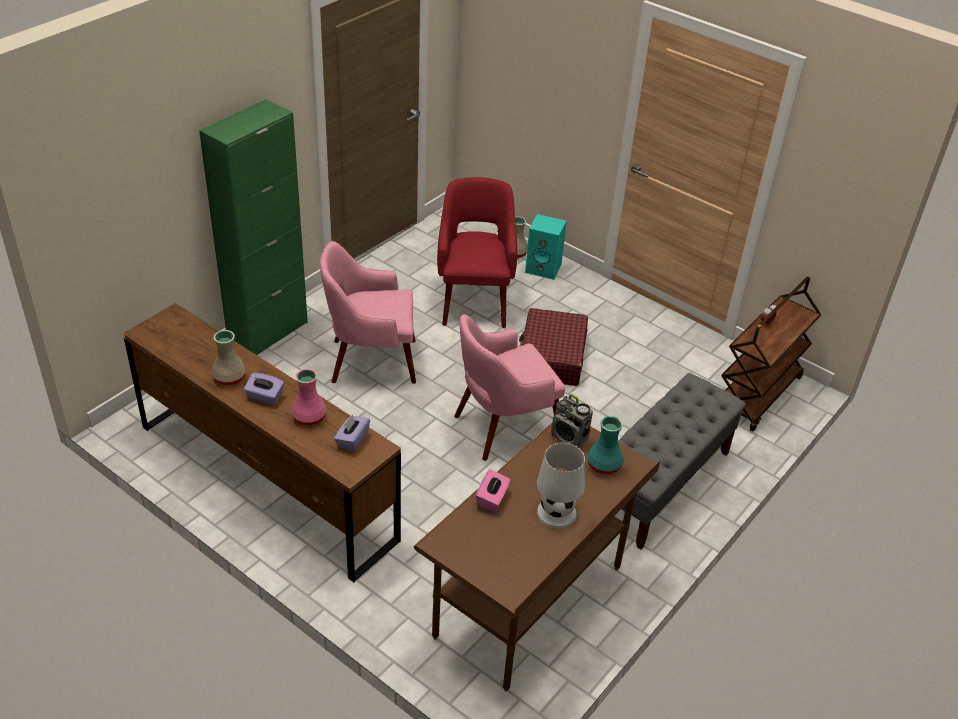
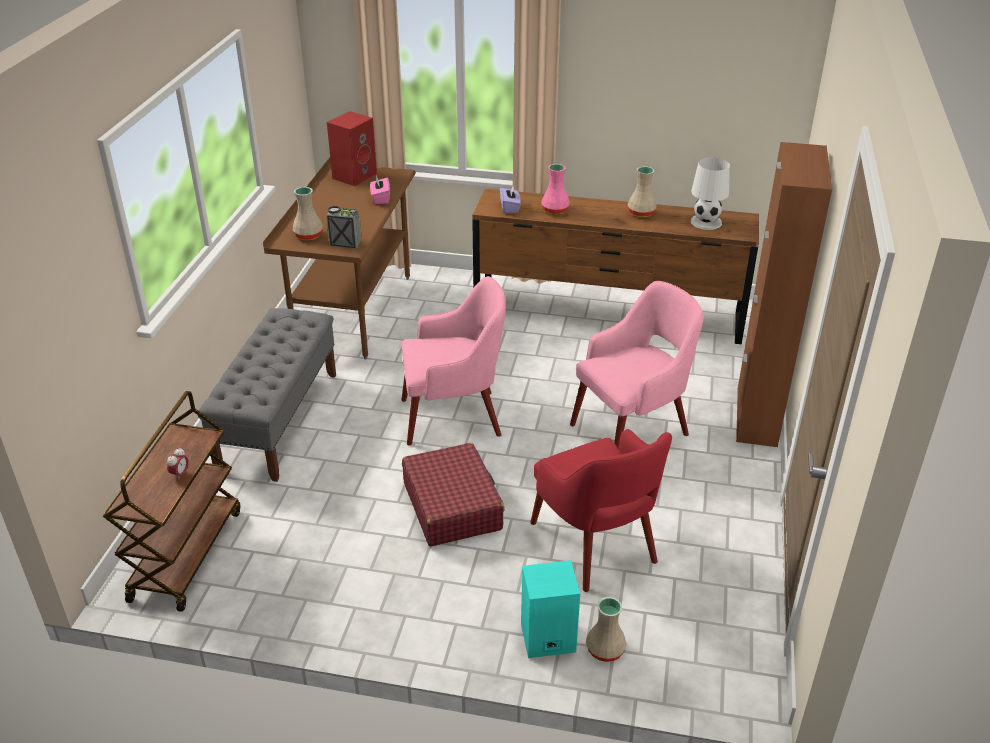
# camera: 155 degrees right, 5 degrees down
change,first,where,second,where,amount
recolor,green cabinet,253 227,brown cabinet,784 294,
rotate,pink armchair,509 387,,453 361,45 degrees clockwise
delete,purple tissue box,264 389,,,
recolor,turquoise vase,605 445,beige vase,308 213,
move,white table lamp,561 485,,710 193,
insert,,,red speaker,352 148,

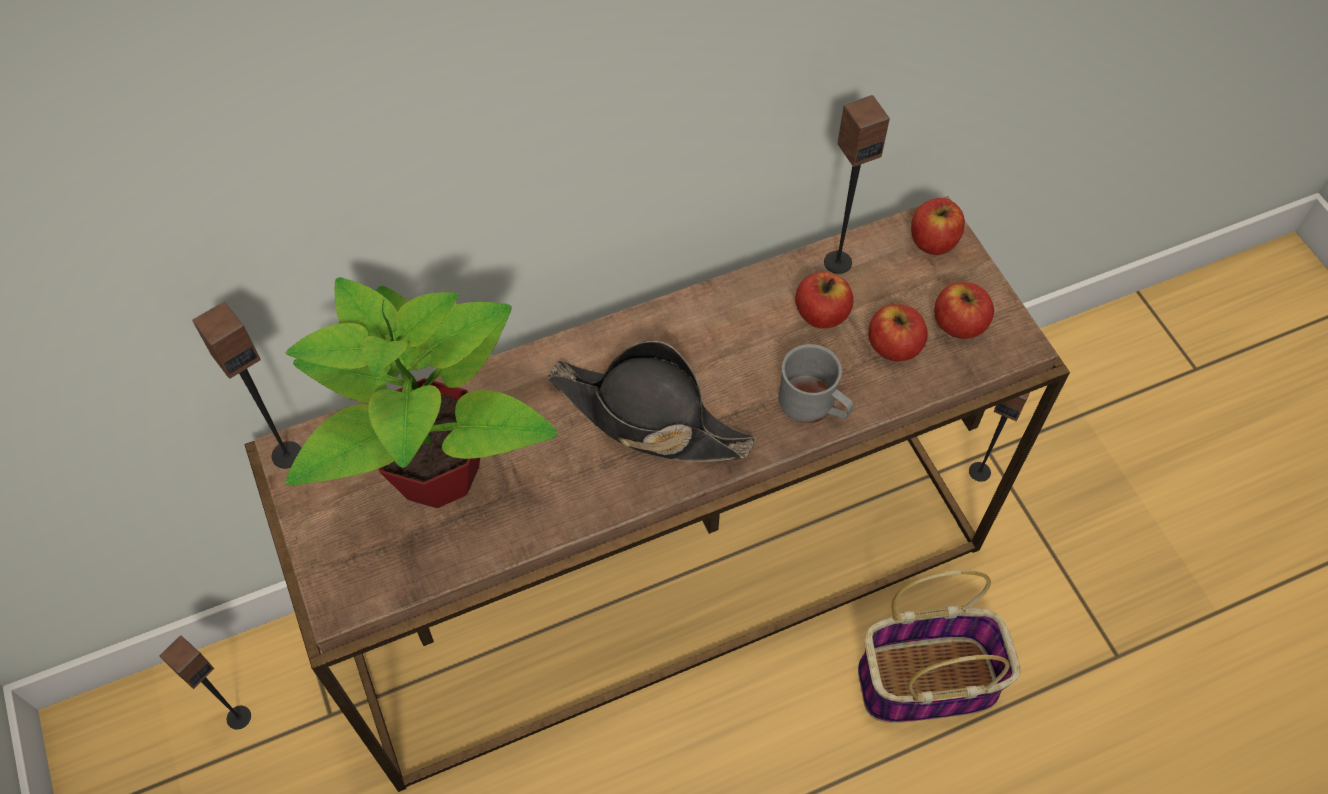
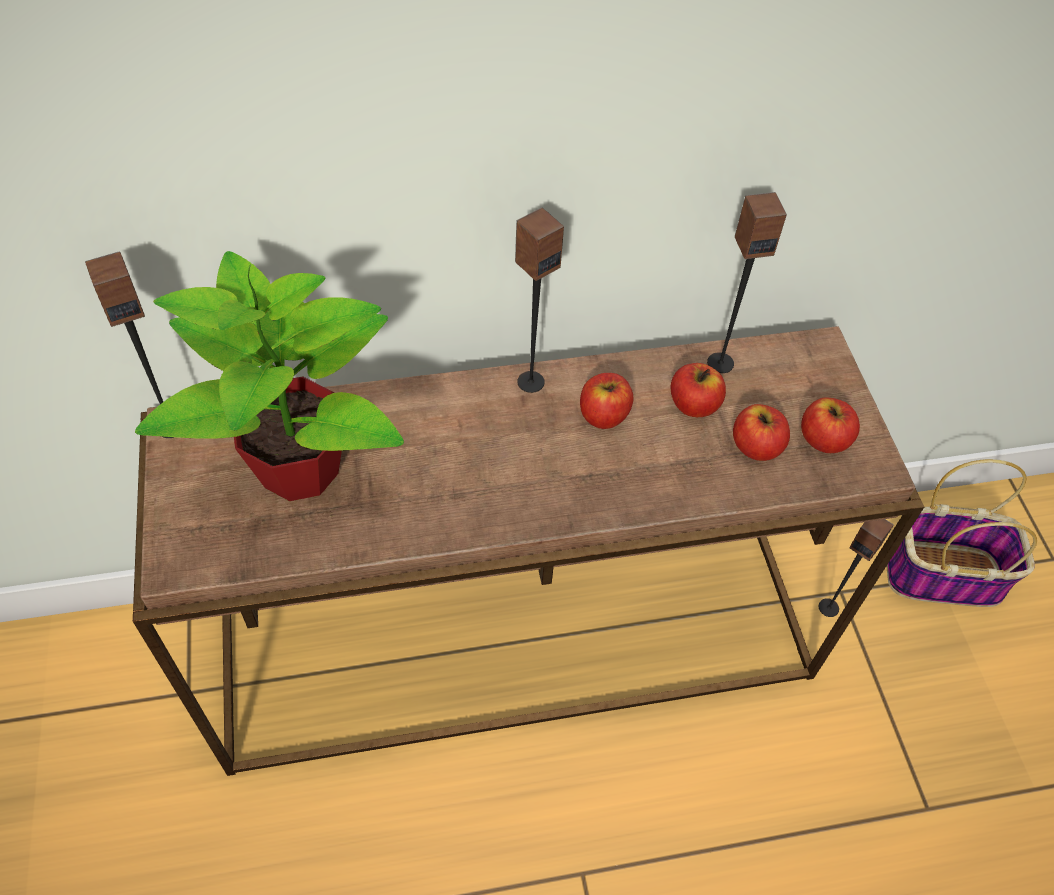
# camera: 10 degrees right, 5 degrees down
change,first,where,second,where,amount
move,apple,938 226,,606 401,
delete,black hat,652 401,,,
delete,grey mug,816 383,,,
move,basket,939 646,,961 533,
move,speaker,205 682,,539 300,

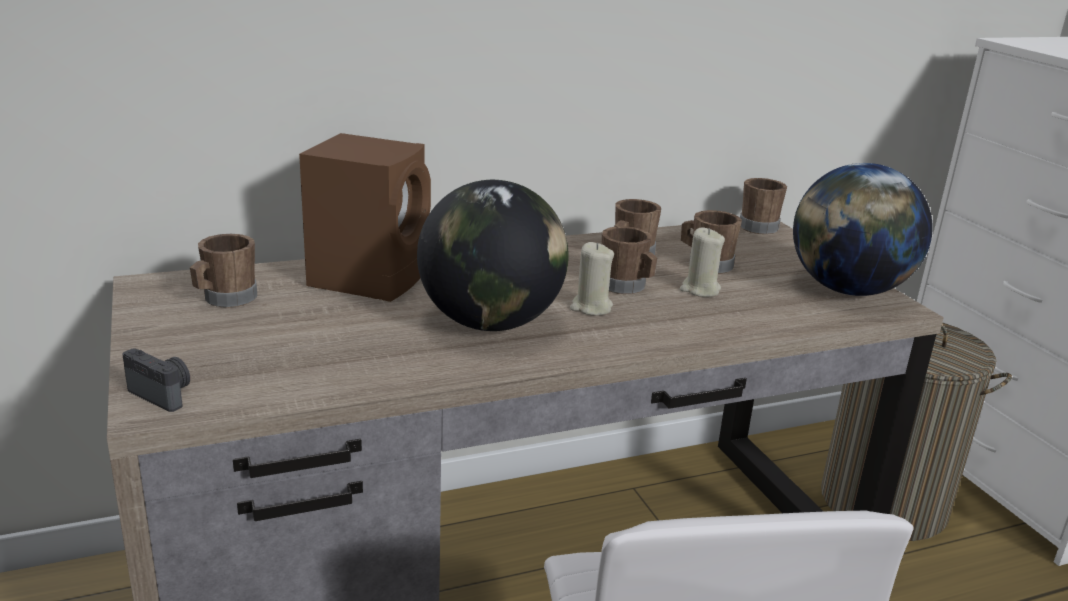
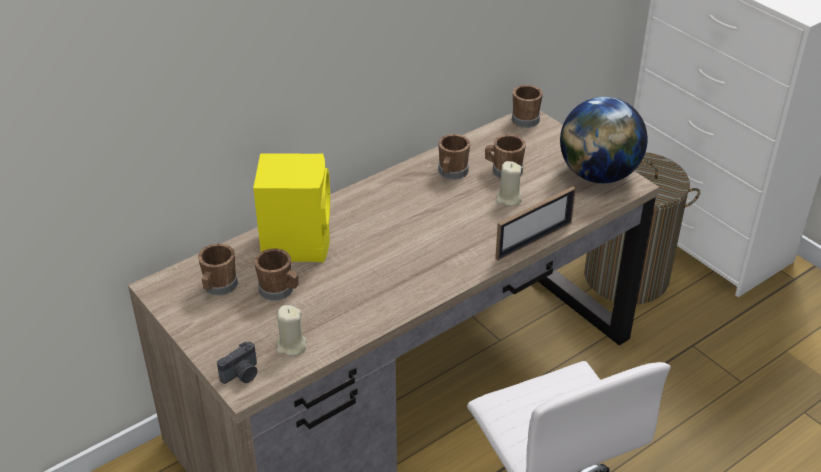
# camera: 15 degrees left, 15 degrees up
change,first,where,second,where,amount
recolor,brown speaker,365 217,yellow speaker,291 207,
delete,globe,493 255,,,
move,brown mug,630 260,,276 274,
move,beige candle,592 279,,292 330,
rotate,photo camera,156 380,,237 363,120 degrees clockwise
insert,,,picture frame,535 224,

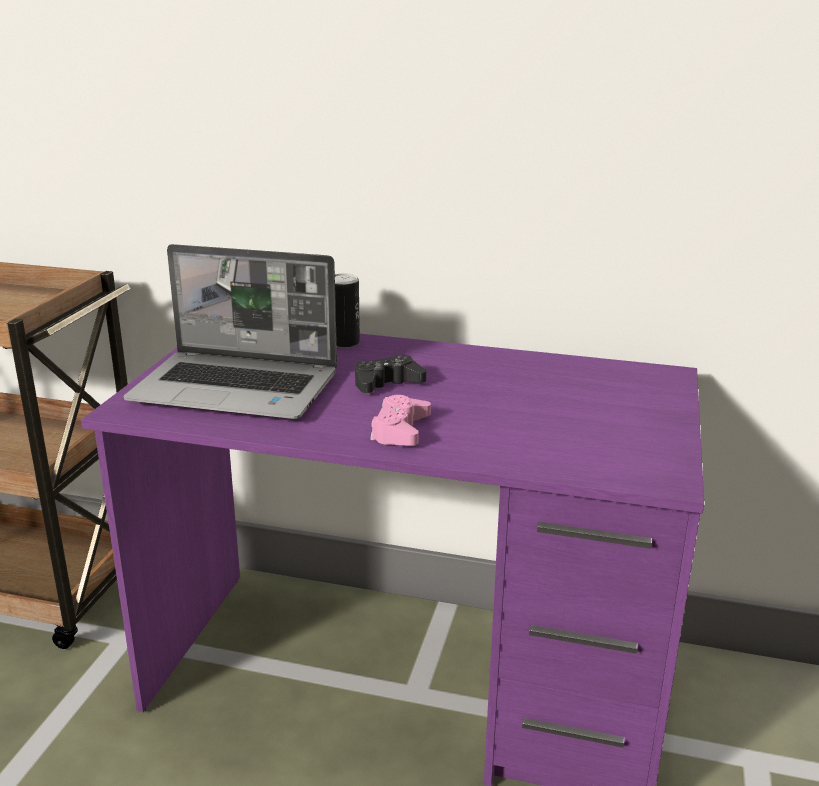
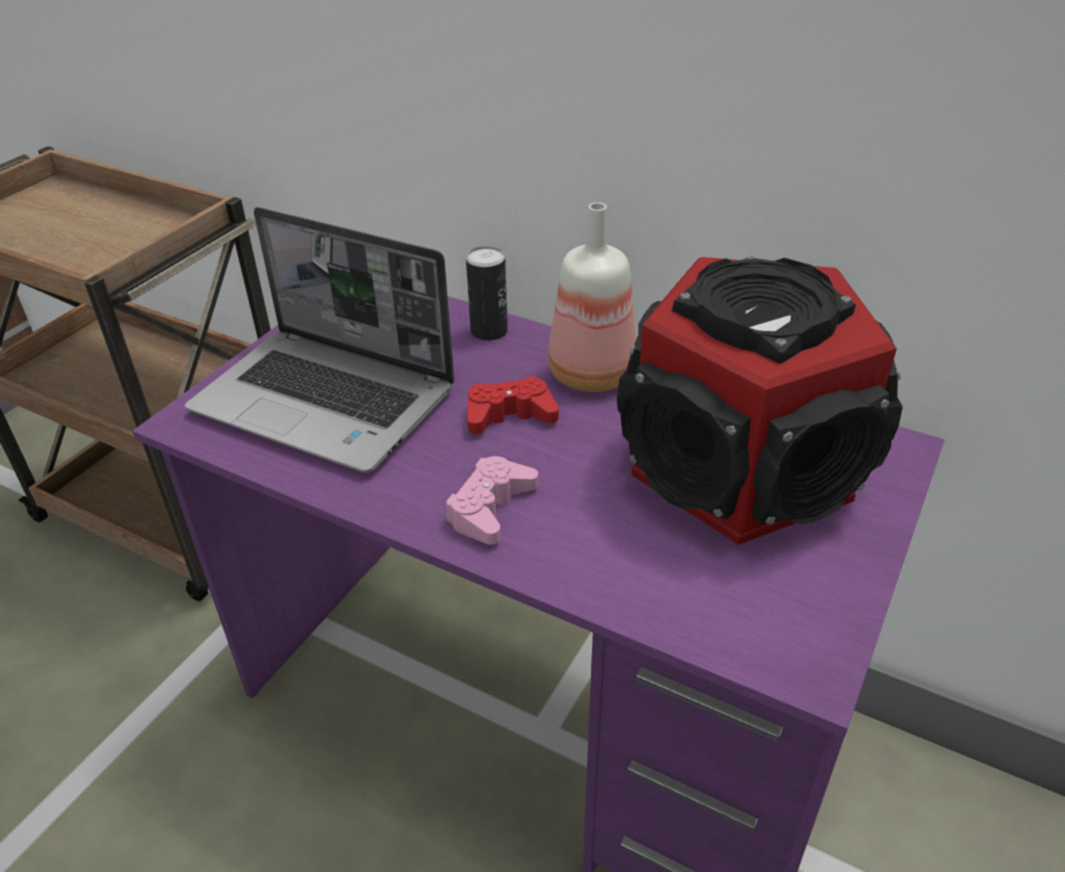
# camera: 15 degrees right, 15 degrees up
change,first,where,second,where,amount
recolor,black game controller,390 374,red game controller,513 405,
insert,,,bottle,592 297,
insert,,,speaker,760 400,

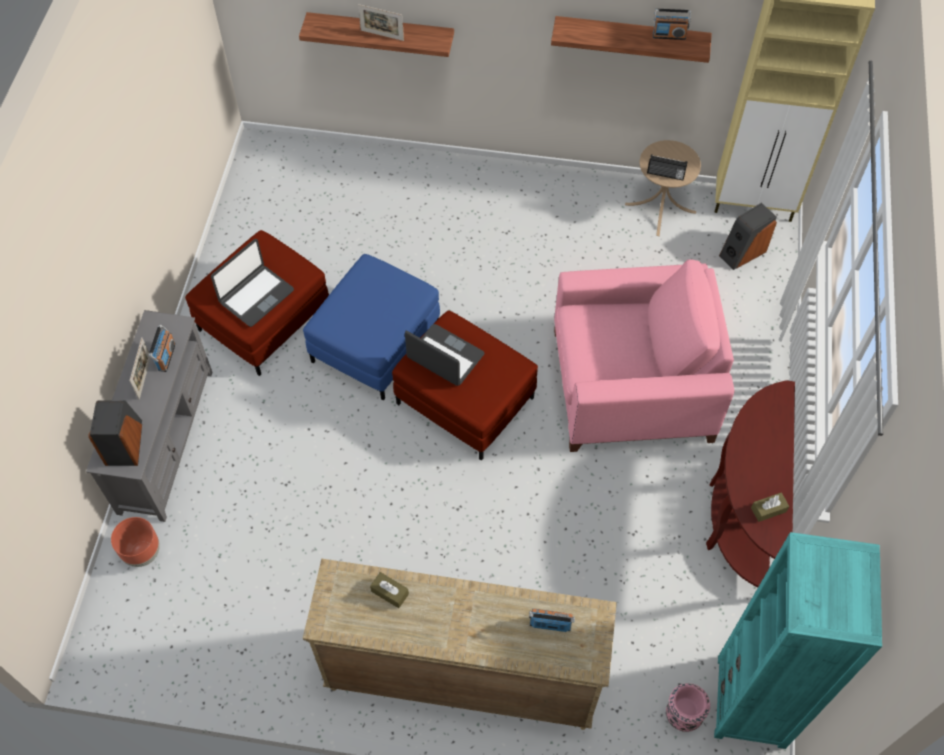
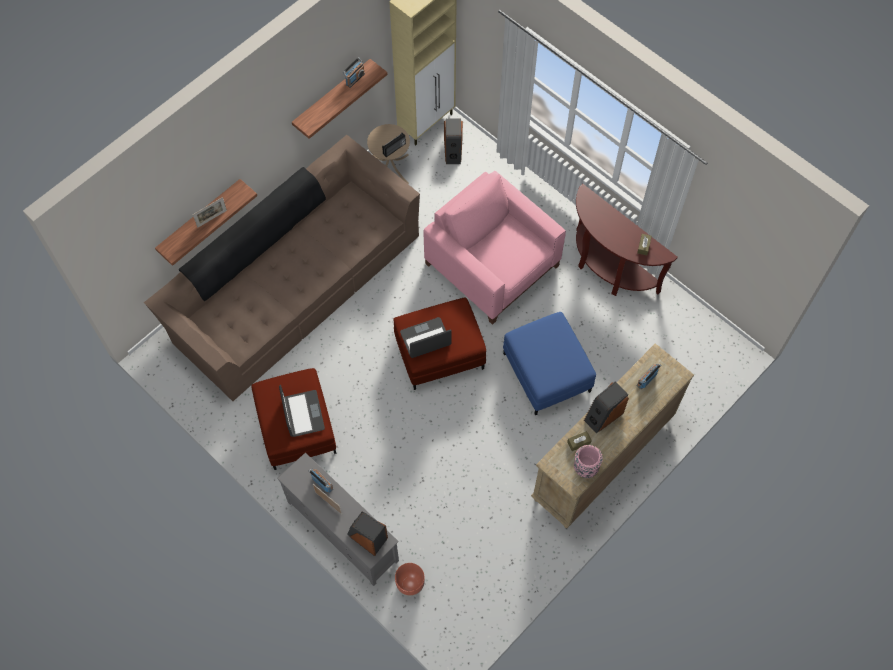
# camera: 55 degrees left, 5 degrees up
change,first,where,second,where,amount
move,blue ottoman,371 327,,549 363,
rotate,pink armchair,644 355,,494 248,75 degrees counterclockwise
delete,turquoise bookcase,798 640,,,
move,pink vase,688 707,,588 461,
insert,,,brown sofa,282 268,
insert,,,speaker,606 407,

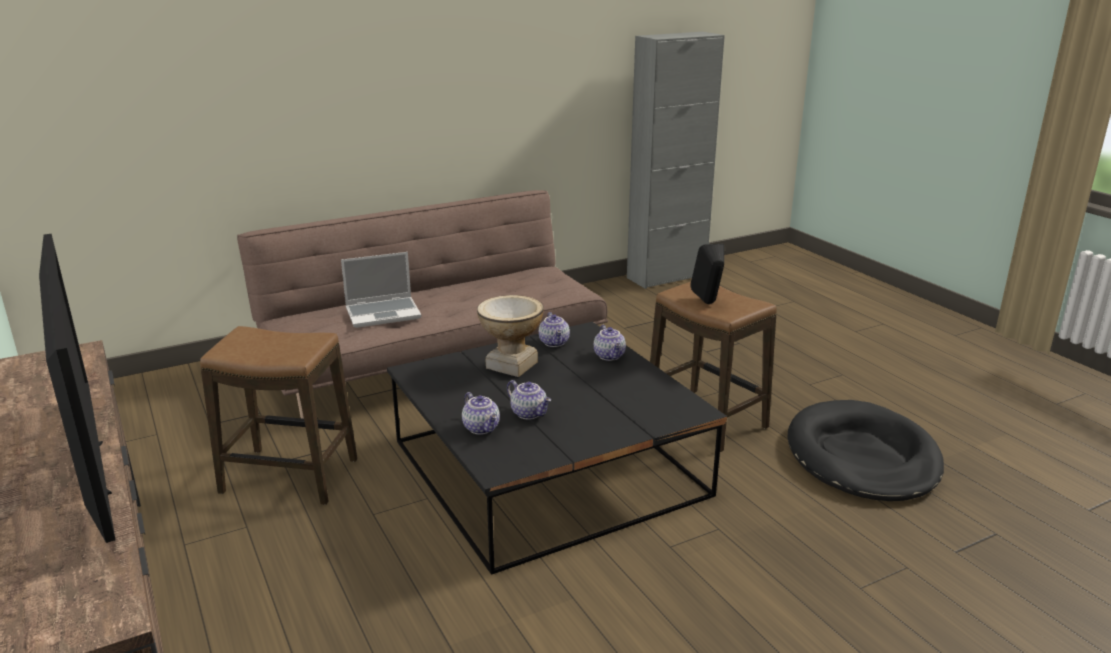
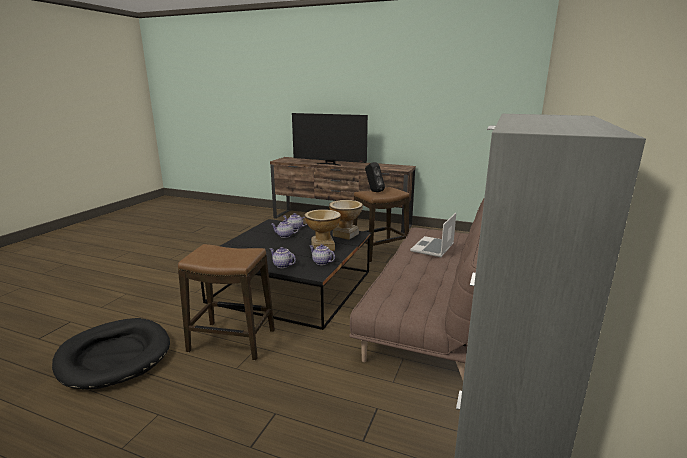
# camera: 140 degrees right, 5 degrees down
change,first,where,second,where,amount
move,black speaker,707 274,,375 177,
insert,,,vase,346 220,

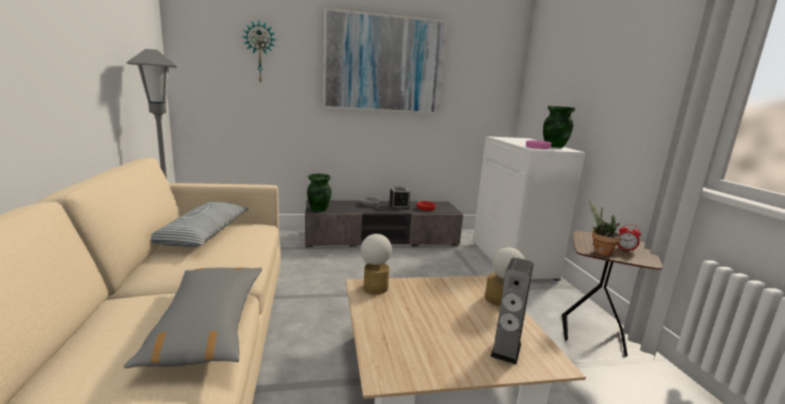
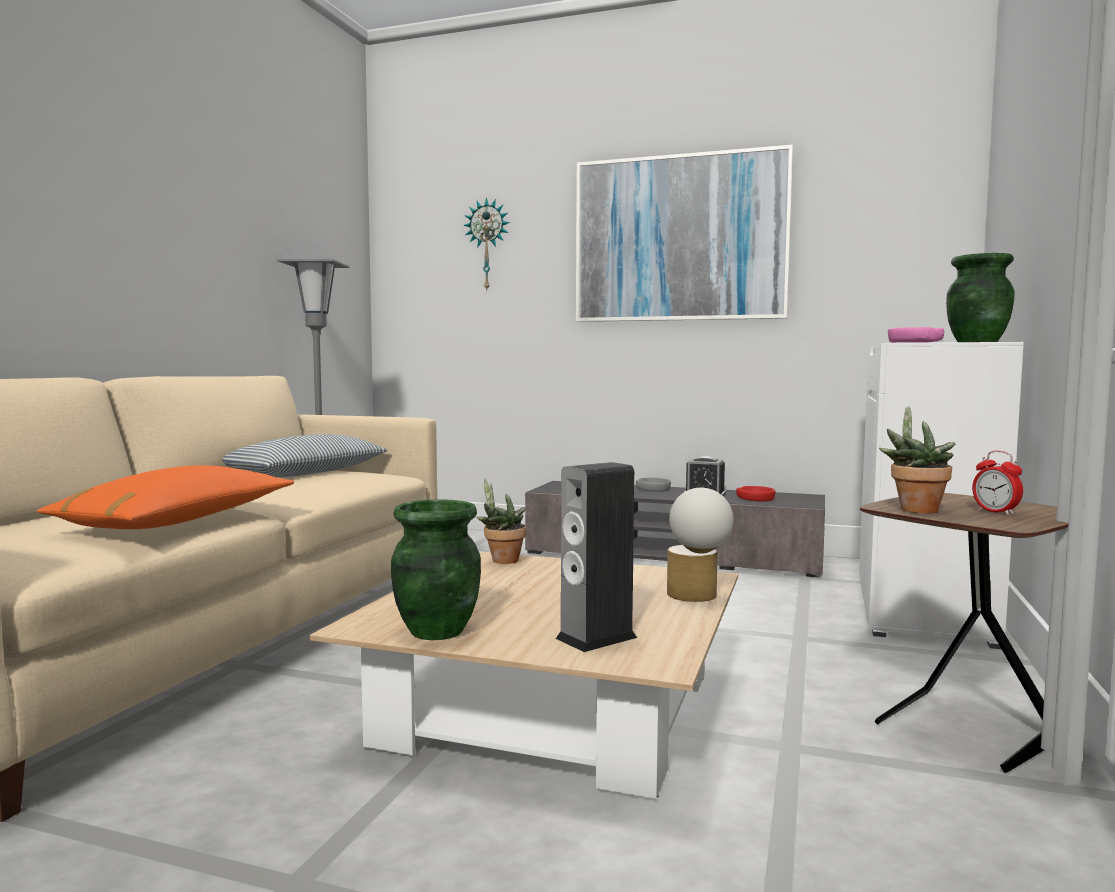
# camera: 30 degrees right, 10 degrees down
change,first,where,second,where,amount
move,green vase,319 193,,436 569,
replace,table lamp,376 264,potted plant,501 521,
recolor,grey pillow,192 317,orange pillow,165 497,

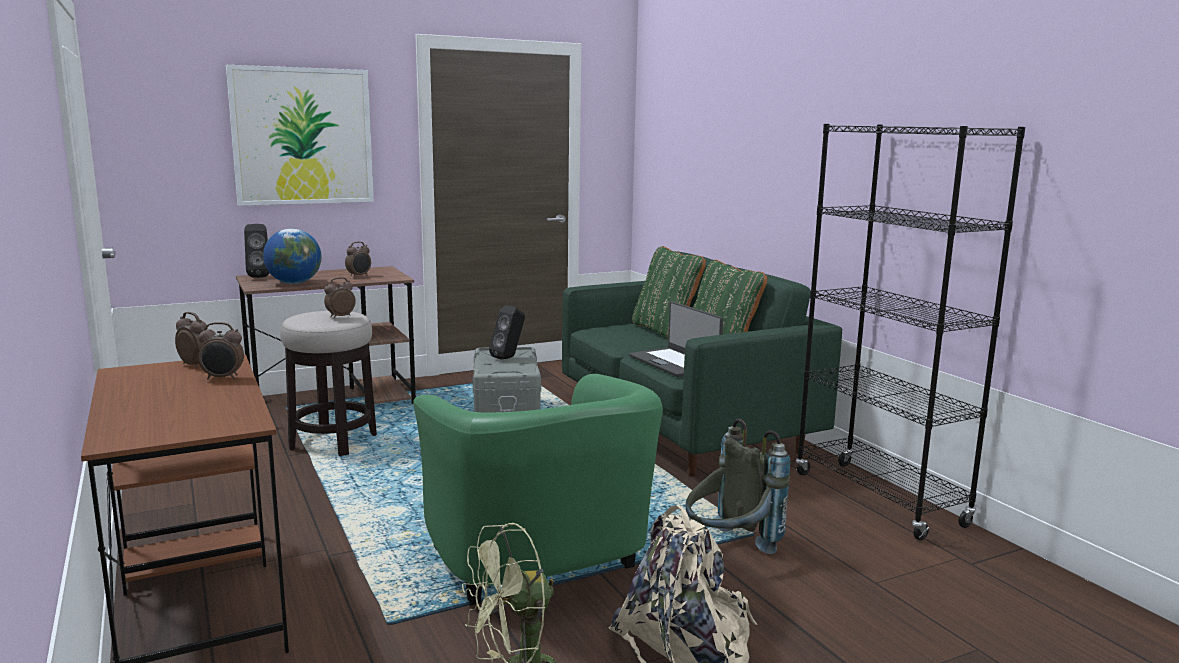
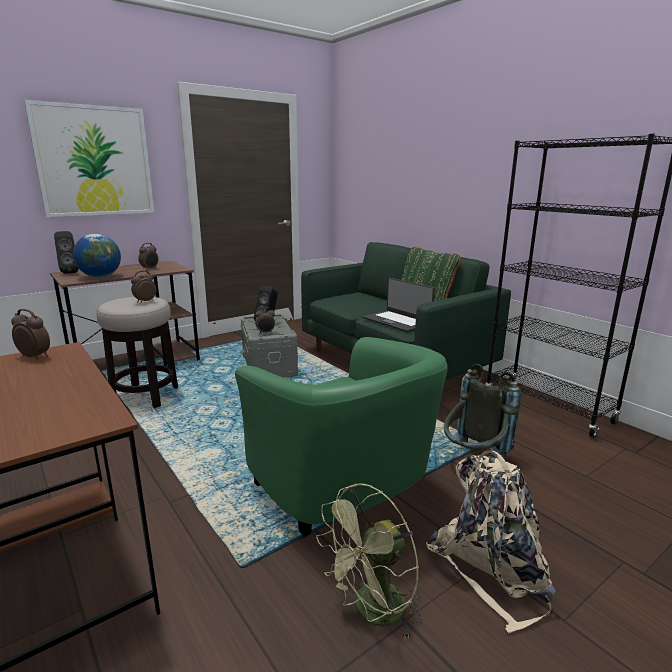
# camera: 10 degrees left, 5 degrees up
change,first,where,second,where,amount
delete,green pillow,669 292,,,
move,alarm clock,221 351,,265 320,

